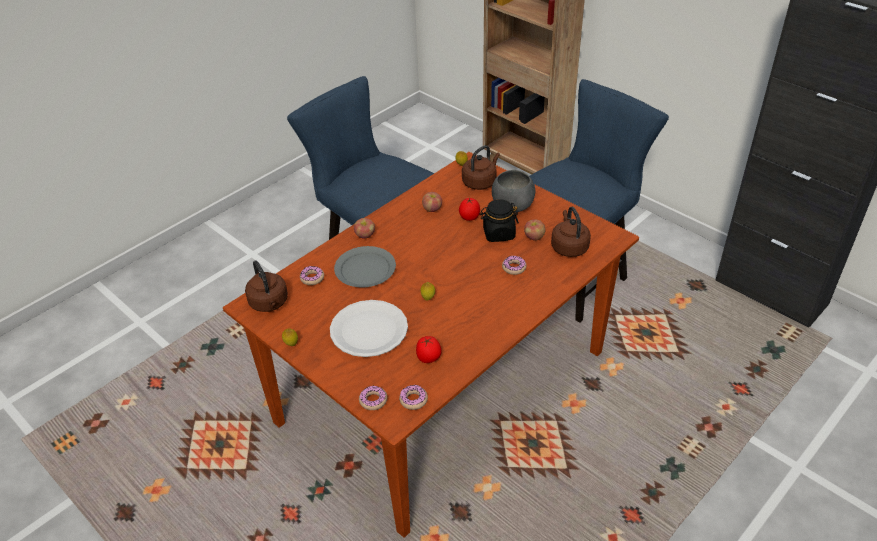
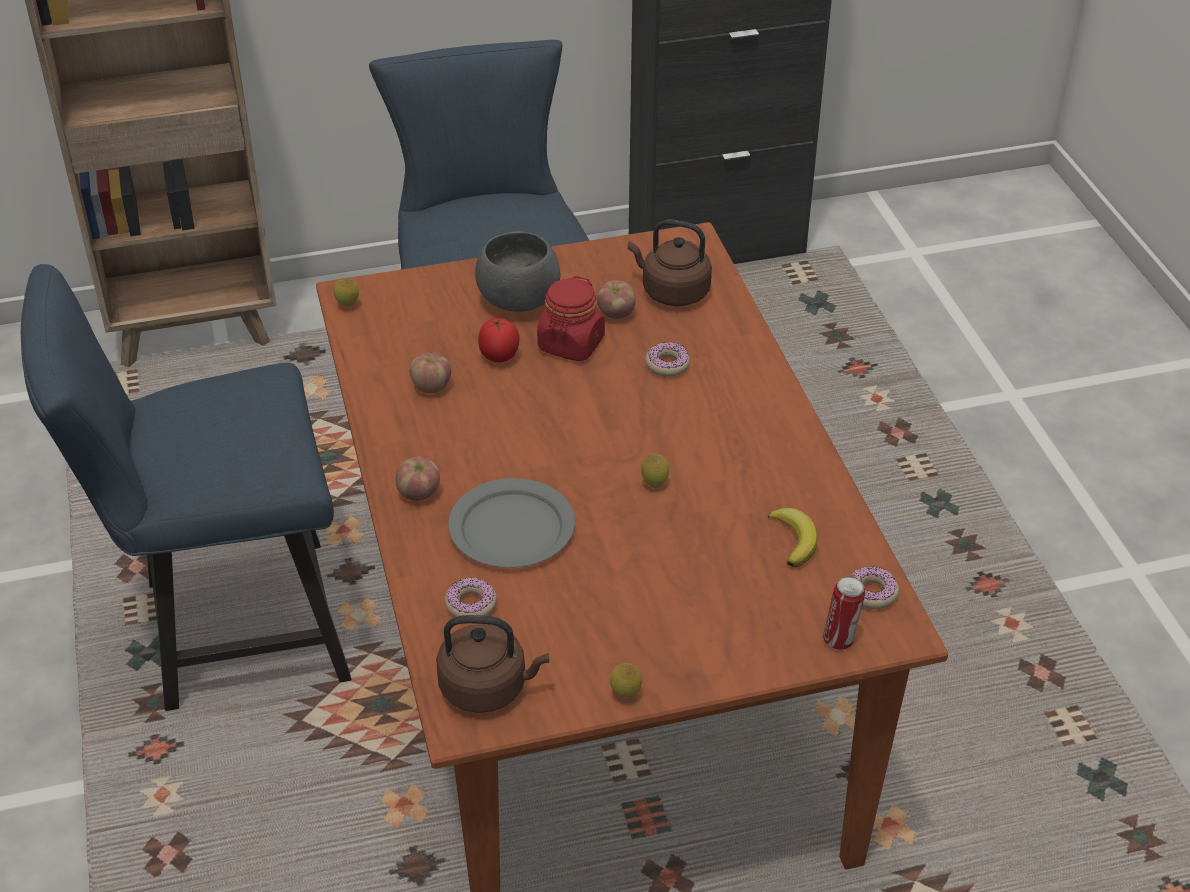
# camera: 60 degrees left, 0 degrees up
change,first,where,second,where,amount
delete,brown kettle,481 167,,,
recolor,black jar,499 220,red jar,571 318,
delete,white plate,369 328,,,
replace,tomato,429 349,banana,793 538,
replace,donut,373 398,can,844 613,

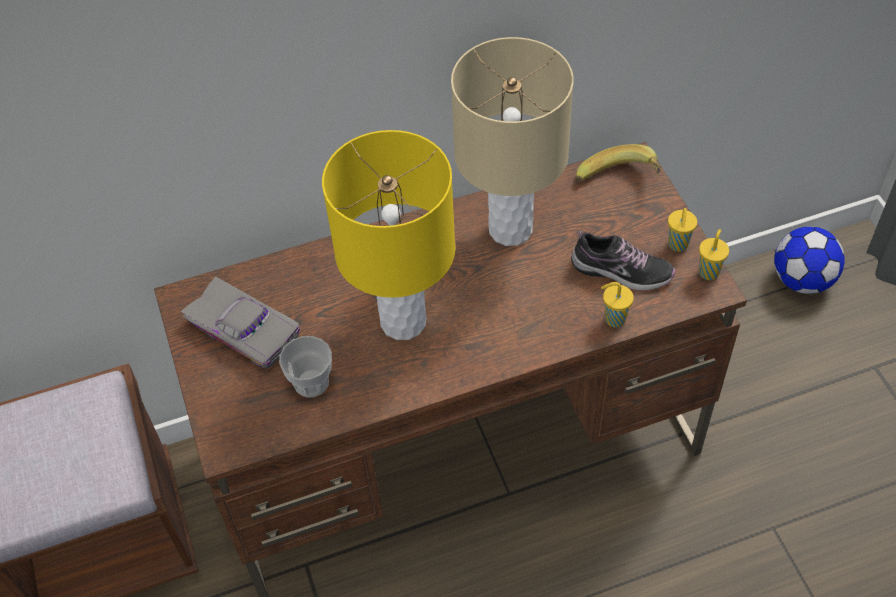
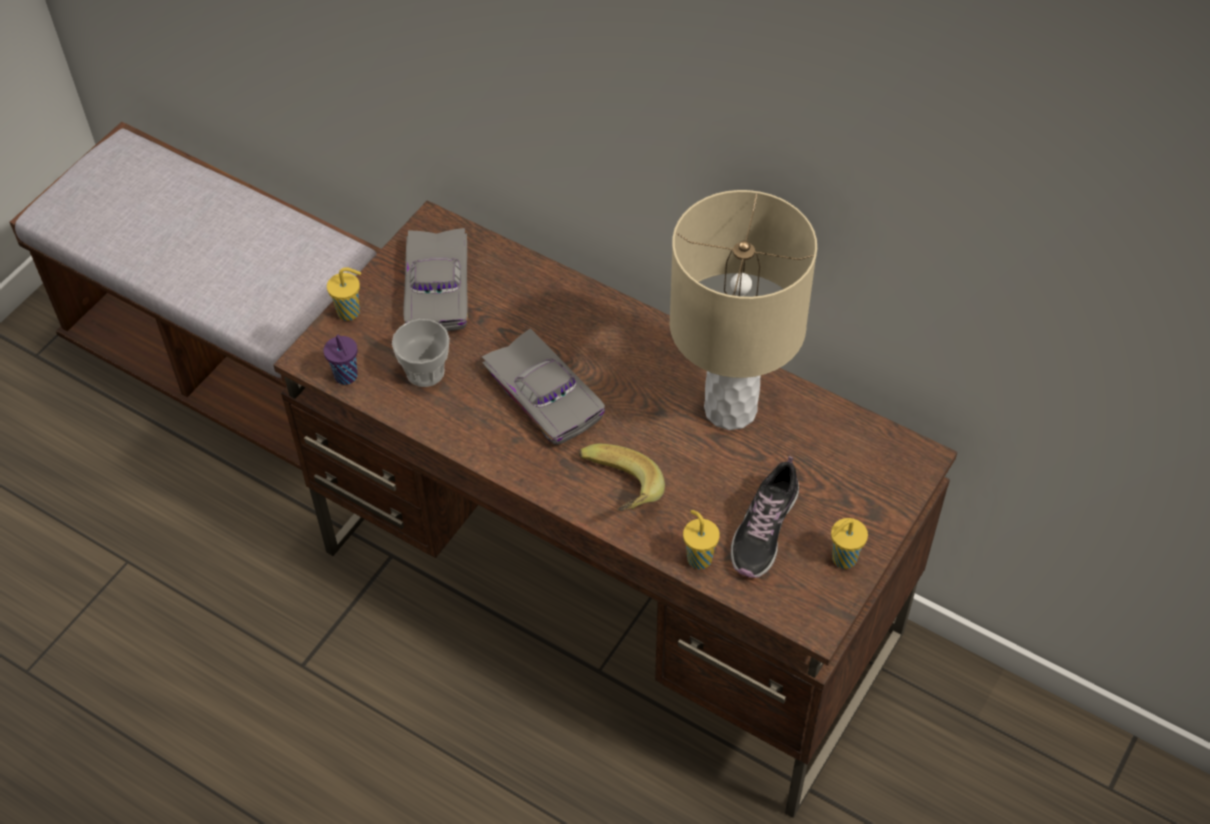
# camera: 50 degrees right, 0 degrees up
change,first,where,second,where,amount
replace,yellow table lamp,388 235,grey toy car,543 386,
move,banana,618 162,,622 477,
delete,football,809 260,,,
move,yellow cup,714 254,,344 294,
rotate,shoe,623 261,,765 517,45 degrees clockwise
insert,,,purple cup,340 360,

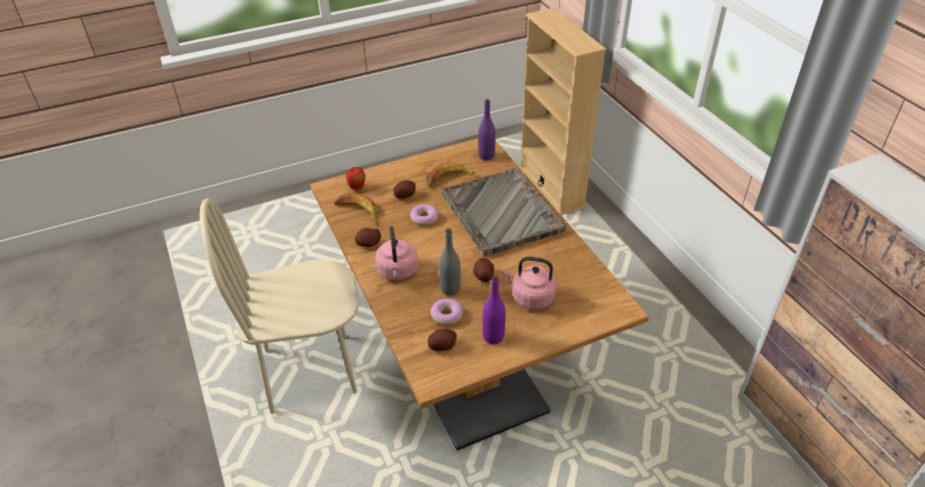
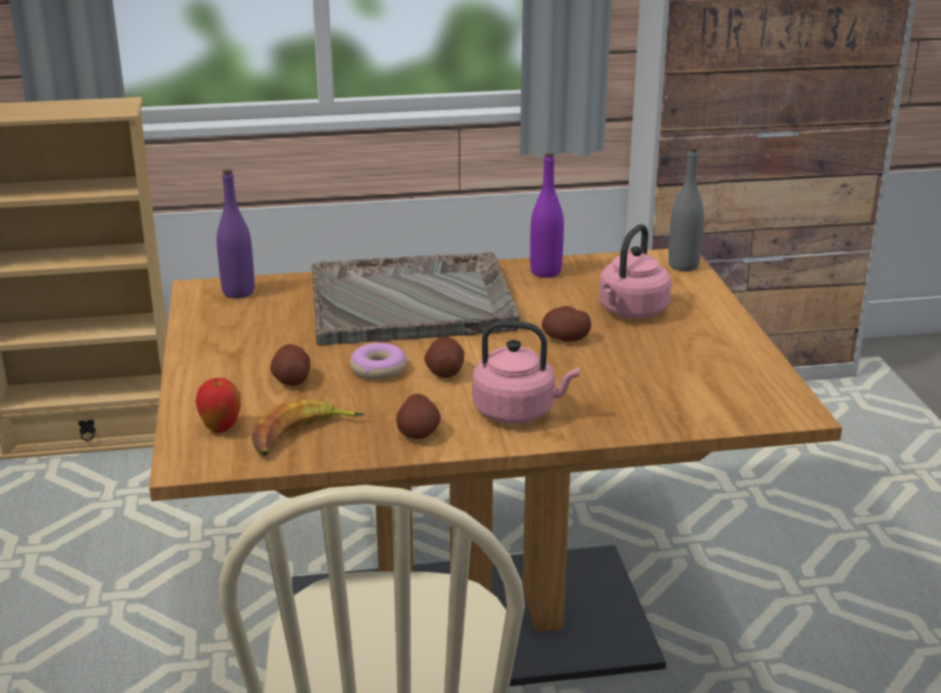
# camera: 75 degrees left, 15 degrees down
change,first,where,second,where,amount
delete,banana,451 174,,,
move,grey bottle,450 262,,686 209,
move,purple bottle,494 309,,547 215,
delete,donut,447 311,,,
move,potato,442 340,,444 357,

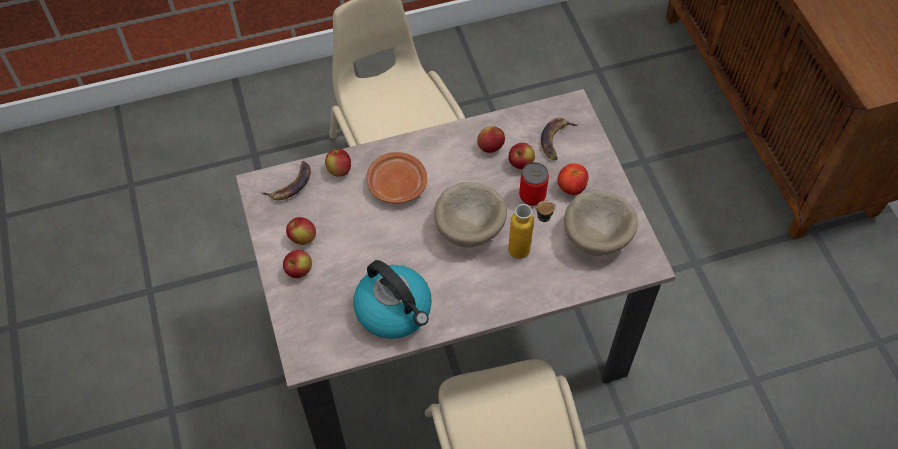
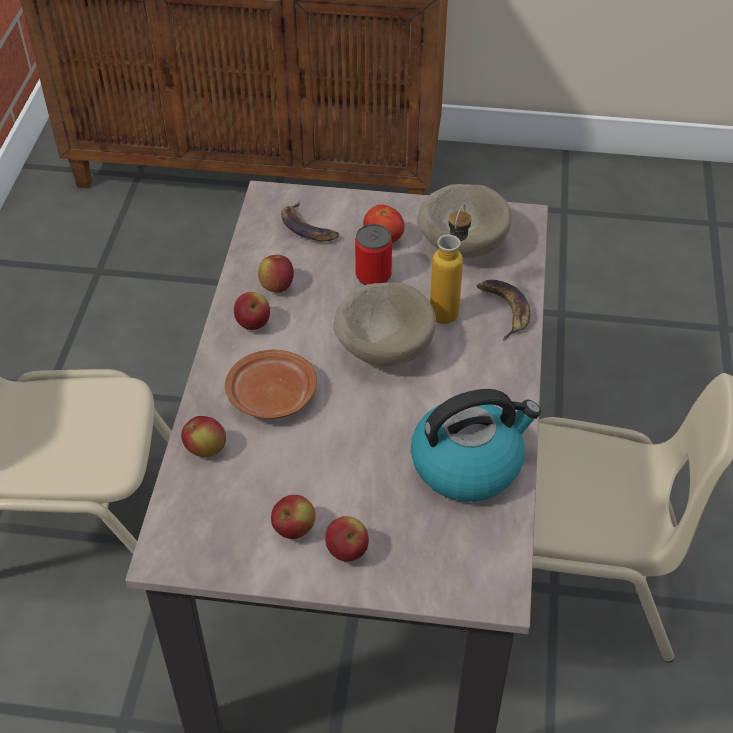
# camera: 65 degrees left, 10 degrees down
change,first,where,second,where,amount
move,apple,522 156,,252 311,
move,banana,286 180,,503 310,

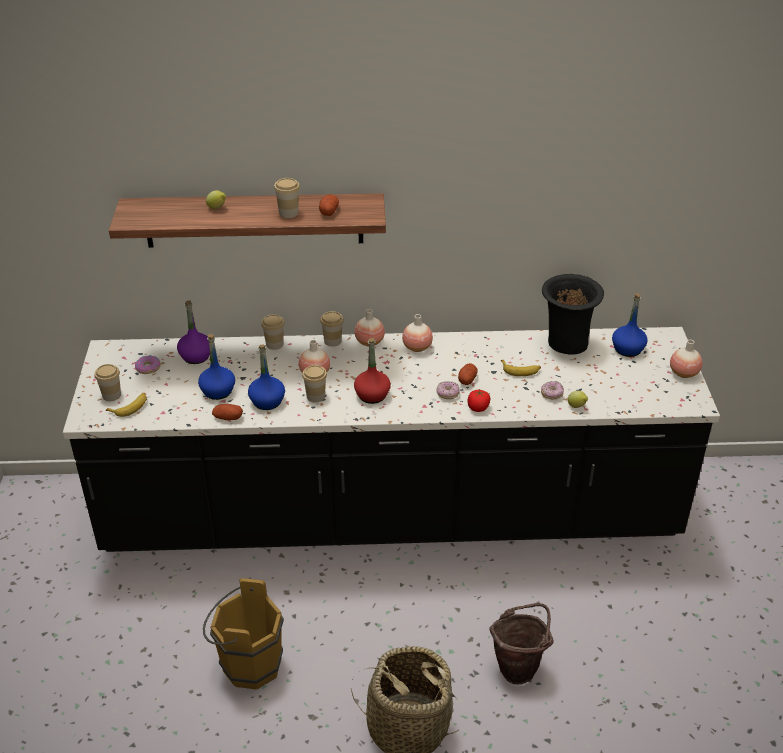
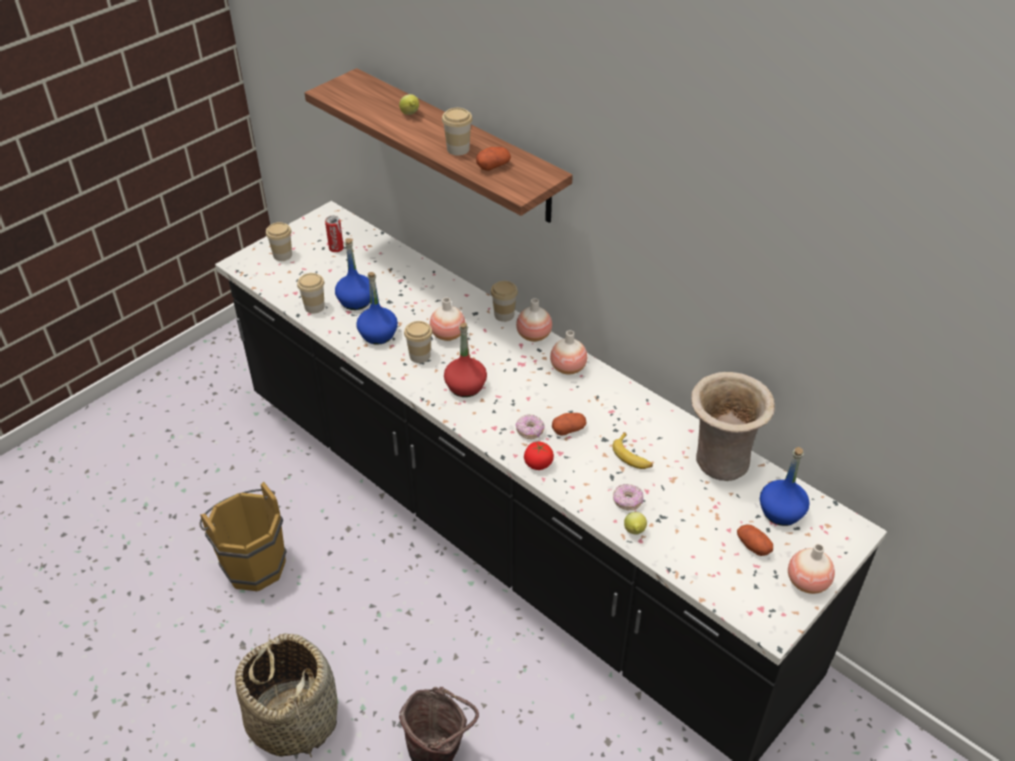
# camera: 45 degrees right, 5 degrees up
change,first,where,second,where,amount
recolor,black vase,573 314,beige vase,733 426,
delete,purple bottle,193 332,,,
move,cup,273 332,,311 293,
replace,donut,148 364,can,334 234,
delete,banana,126 405,,,
move,potato,227 412,,755 540,

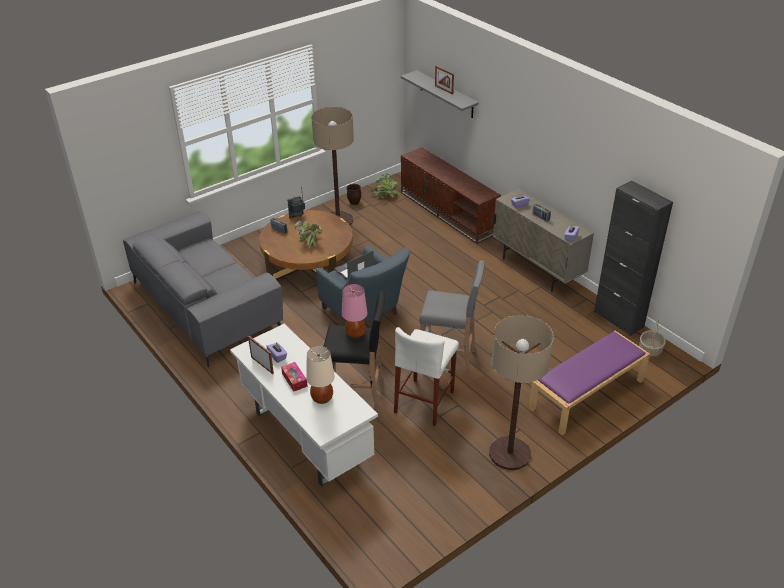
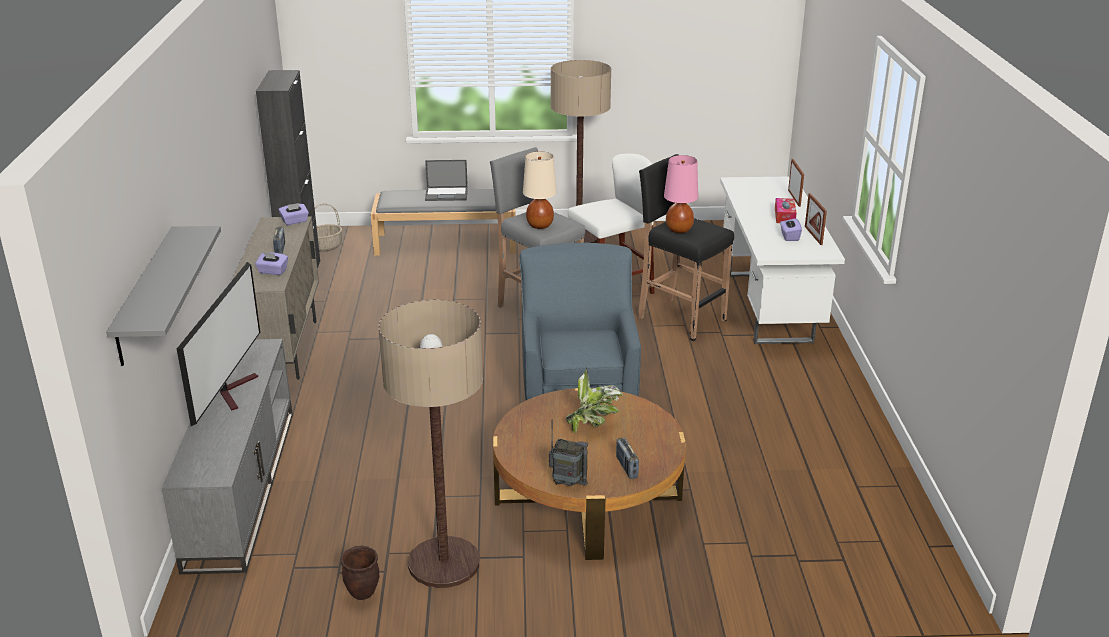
# camera: 145 degrees left, 10 degrees down
change,first,where,second,where,amount
move,picture frame,444 80,,796 183,
recolor,brown tv stand,451 195,grey tv stand,227 456,
delete,potted plant,384 185,,,
delete,grey sofa,203 289,,,
move,laptop,354 266,,446 180,
recolor,purple bench,589 383,grey bench,443 222,
move,beige table lamp,320 375,,540 190,
insert,,,television,218 344,

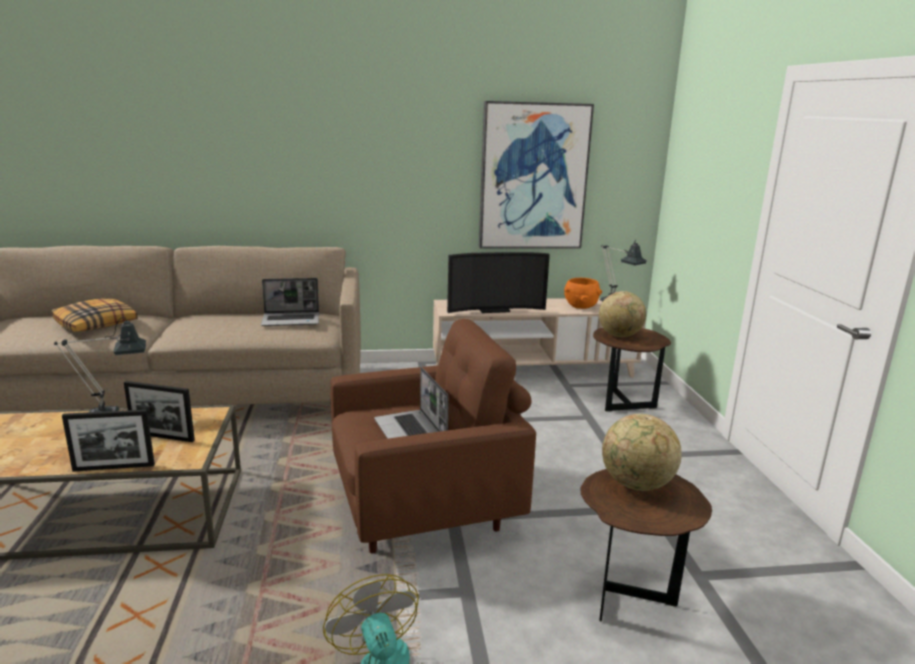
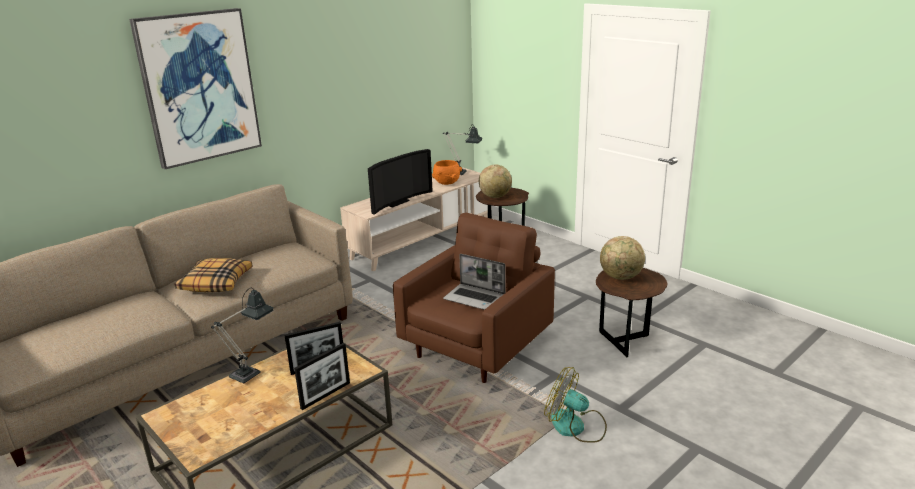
# camera: 35 degrees left, 5 degrees up
change,first,where,second,where,amount
move,picture,536 175,,195 88,
delete,laptop,290 302,,,
move,pillow,95 315,,213 275,

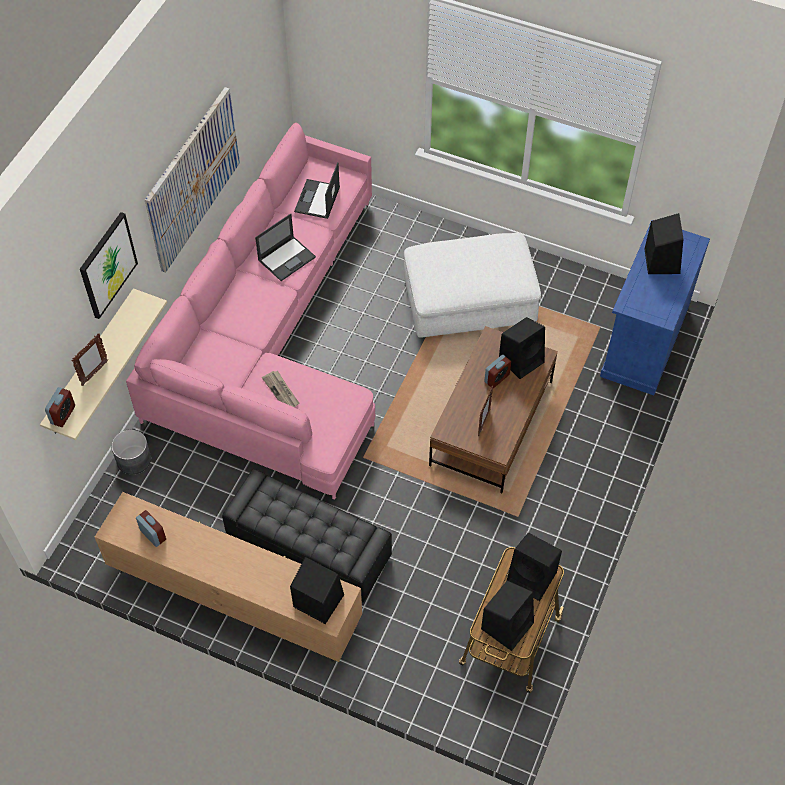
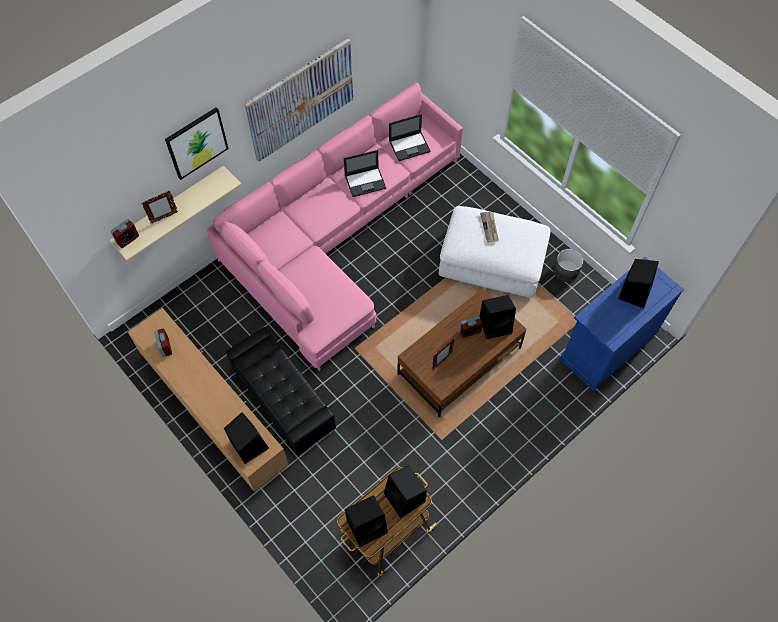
# camera: 25 degrees right, 5 degrees up
change,first,where,second,where,amount
rotate,laptop,317 190,,410 137,150 degrees counterclockwise
move,newspaper,281 389,,489 227,
move,grey planter,131 451,,568 265,

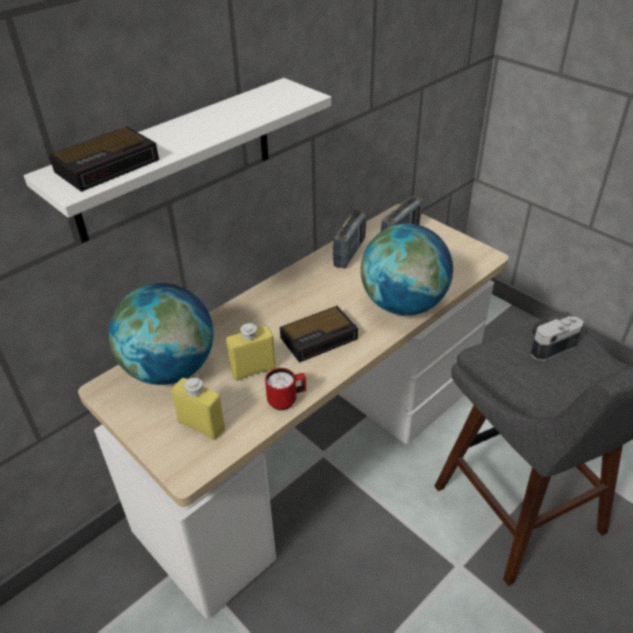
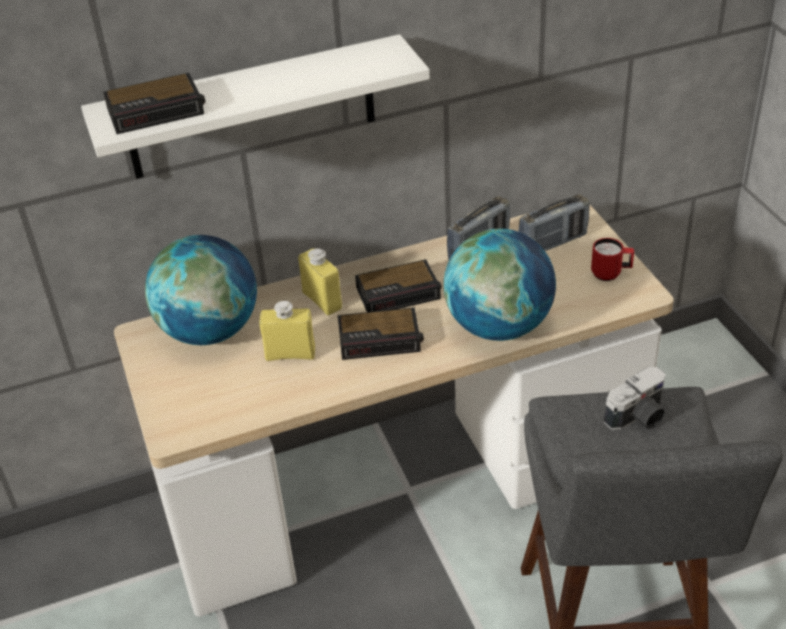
# camera: 25 degrees right, 0 degrees up
change,first,where,second,where,amount
rotate,photo camera,557 338,,635 398,150 degrees clockwise
move,red mug,285 389,,612 259,
move,yellow bottle,198 409,,320 282,
insert,,,alarm clock,398 285,

